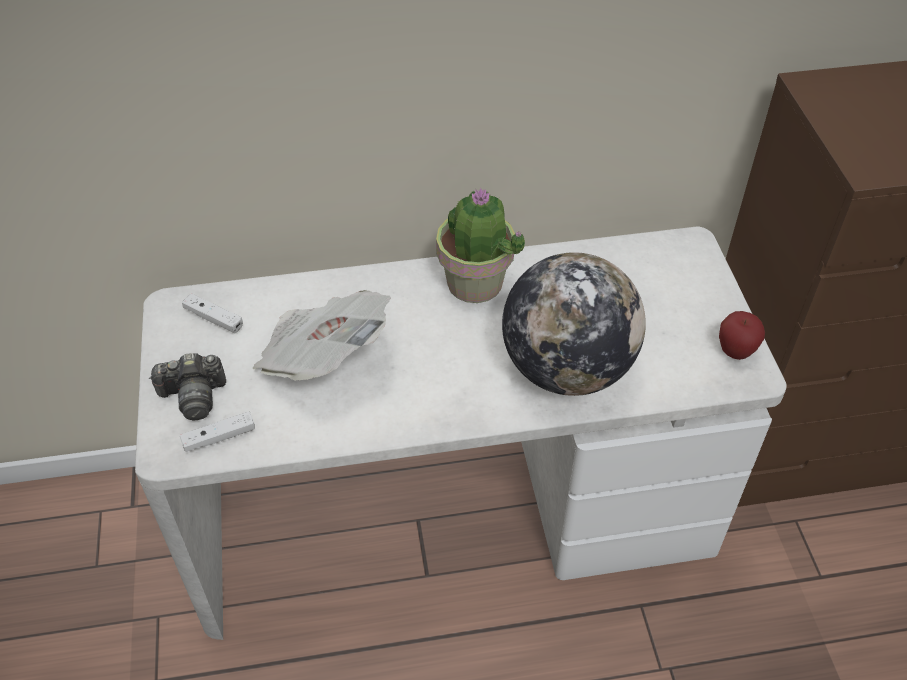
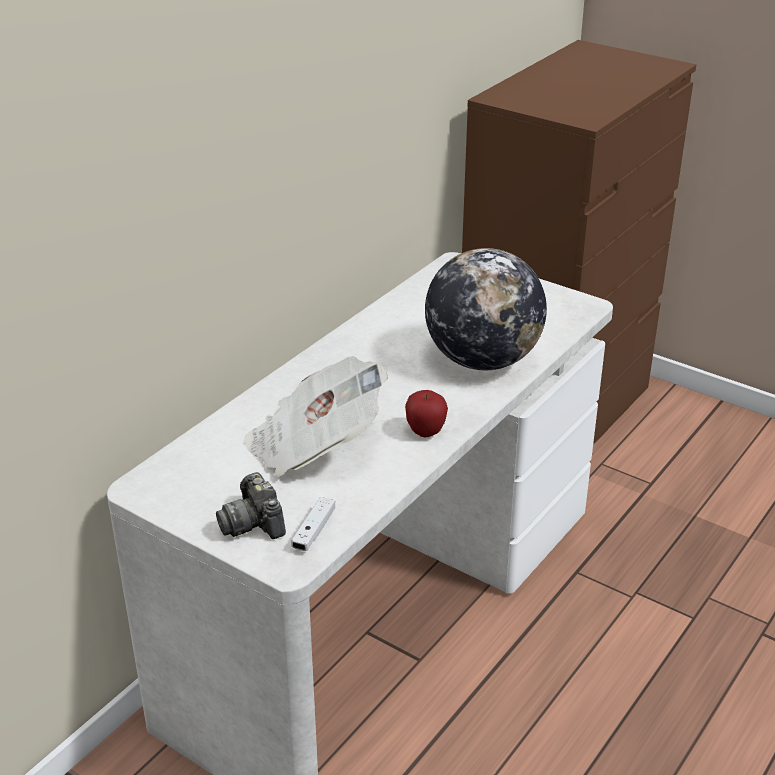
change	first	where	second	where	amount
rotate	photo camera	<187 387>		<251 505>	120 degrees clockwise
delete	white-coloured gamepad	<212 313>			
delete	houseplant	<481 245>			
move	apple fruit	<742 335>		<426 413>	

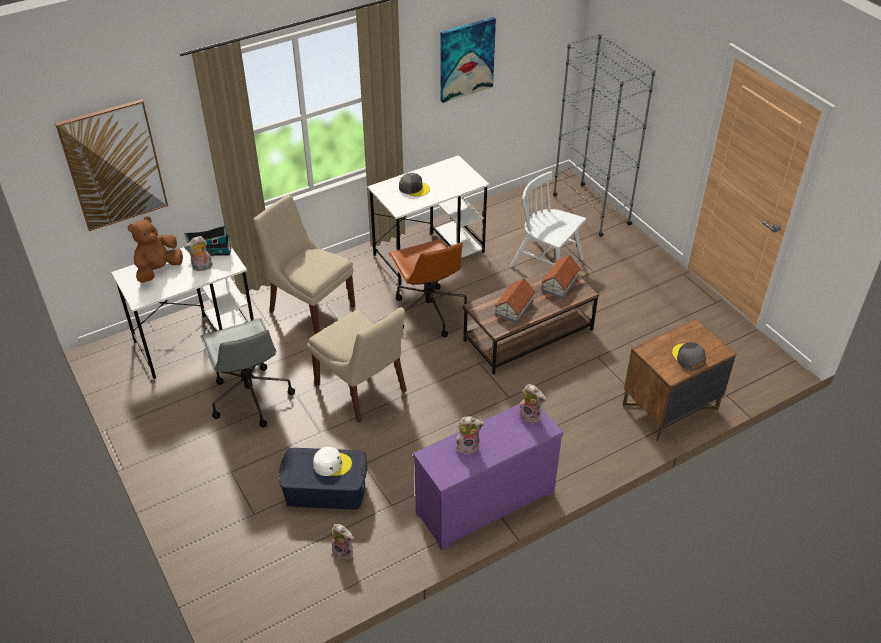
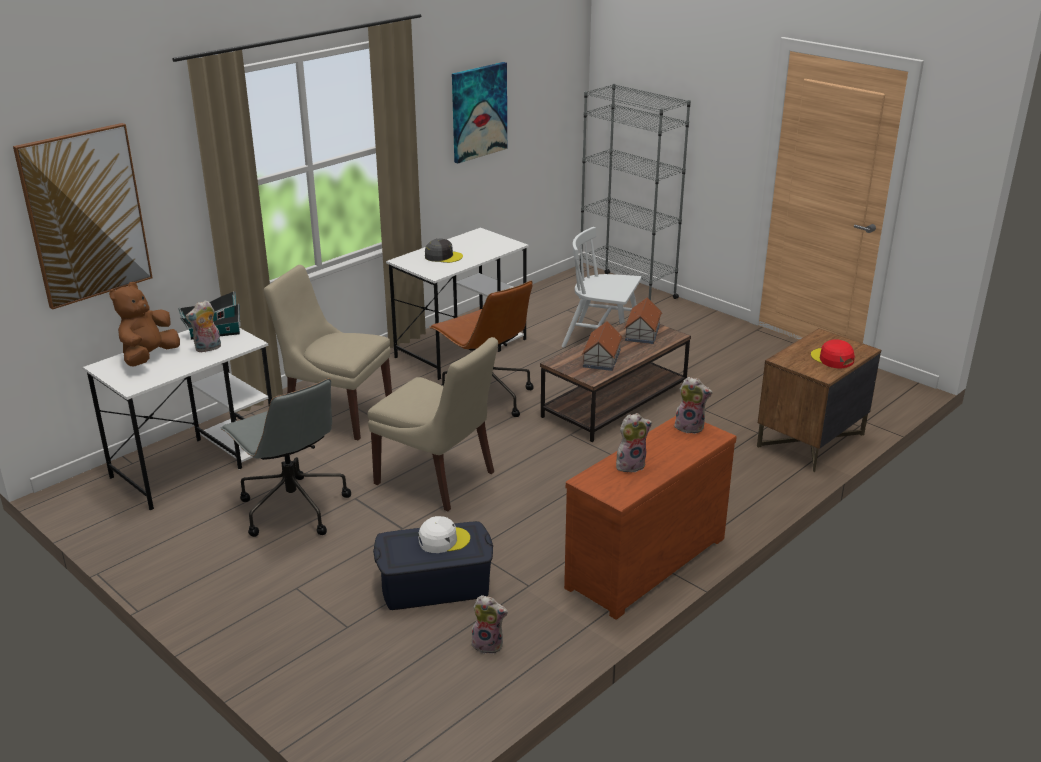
change	first	where	second	where	amount
recolor	purplish dresser	<488 476>	brown dresser	<650 518>	
recolor	grey baseball cap	<689 356>	reddish baseball cap	<833 354>	

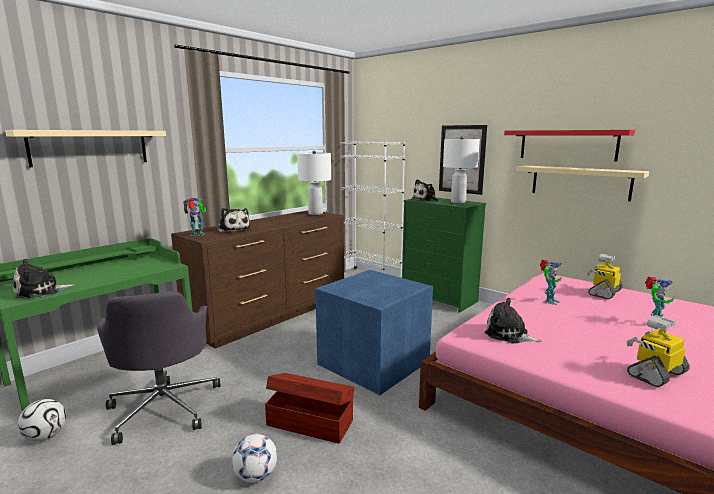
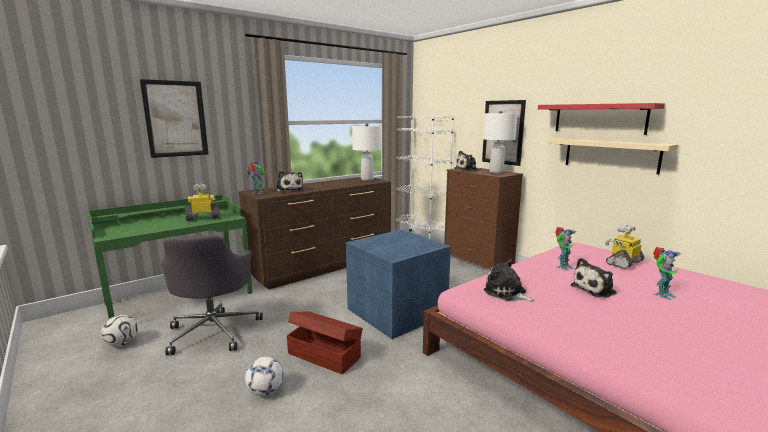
change	first	where	second	where	amount
replace	sand-coloured wall shelf	<85 148>	picture	<174 118>	
move	cuddly toy	<44 278>		<594 278>	
recolor	greenish dresser	<444 255>	brown dresser	<483 219>	
move	toy robot	<658 351>		<202 202>	

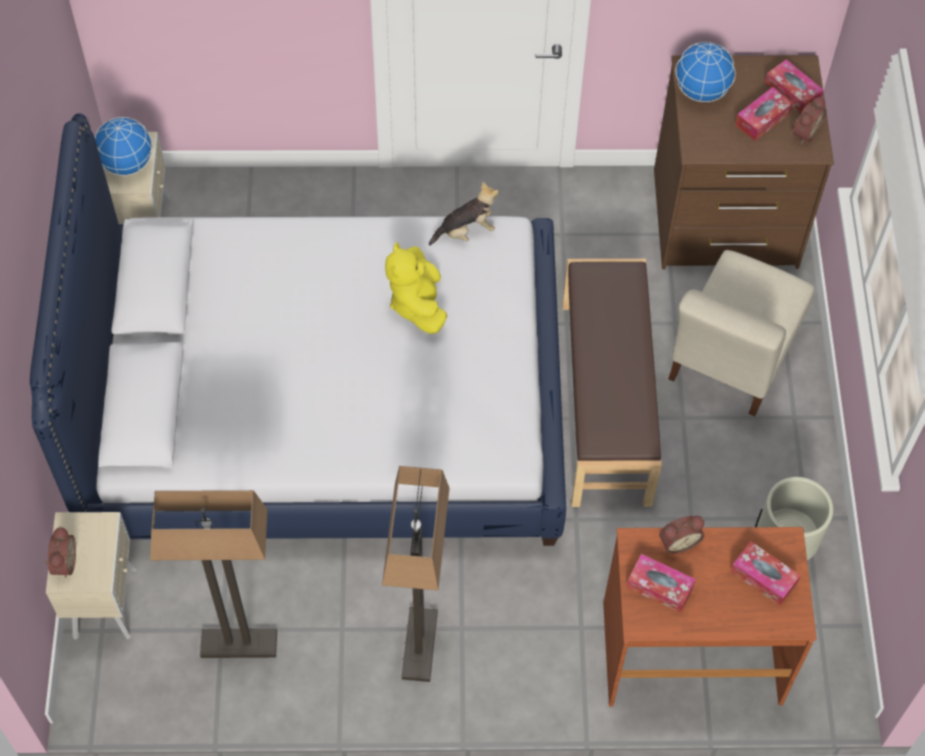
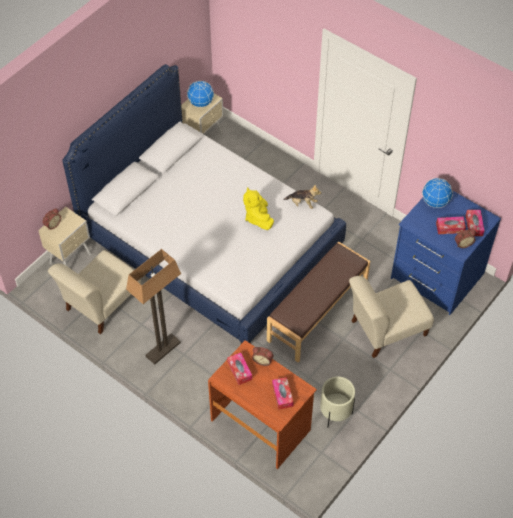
change	first	where	second	where	amount
replace	standard lamp	<213 574>	sand-coloured chair	<94 292>	
rotate	yellow cuddly toy	<416 288>		<258 209>	45 degrees counterclockwise
recolor	brown dresser	<744 162>	blue-coloured dresser	<446 252>	

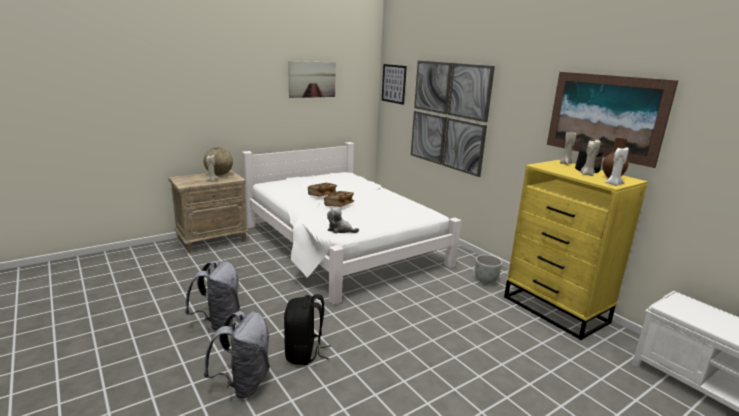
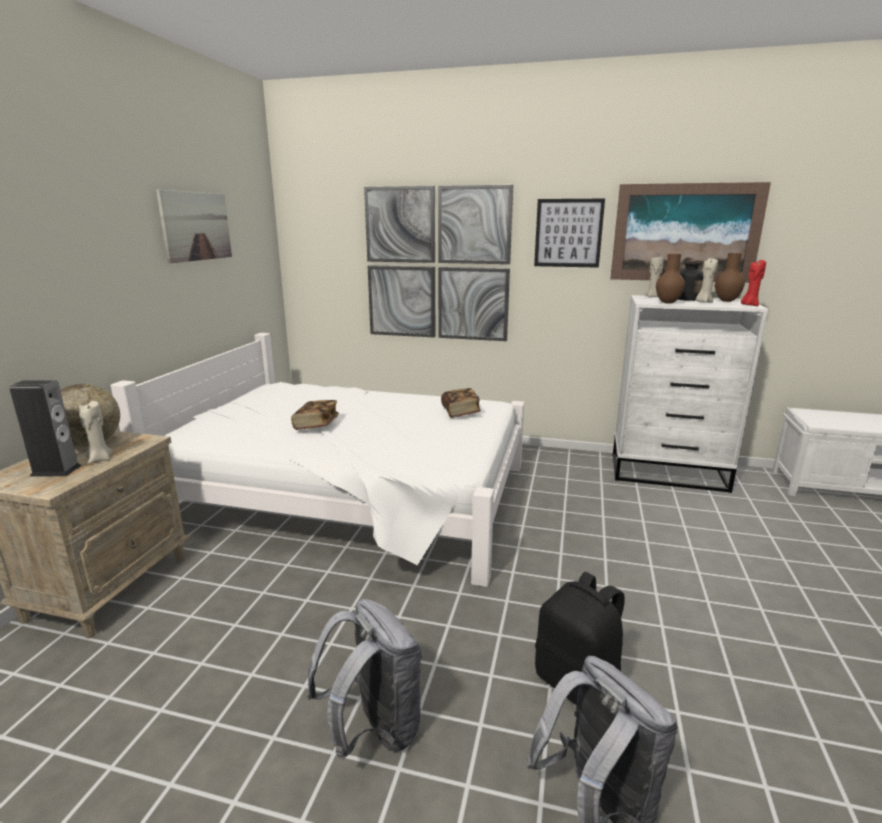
change	first	where	second	where	amount
move	volume	<339 199>		<461 403>	
delete	cuddly toy	<343 220>			
move	picture	<394 84>		<569 233>	
delete	grey planter	<488 269>			
recolor	yellow dresser	<576 250>	white-coloured dresser	<690 394>	
recolor	white-coloured wax light	<617 166>	reddish wax light	<753 283>	
insert			audio speaker	<45 428>	
insert			brown flower vase	<670 279>	

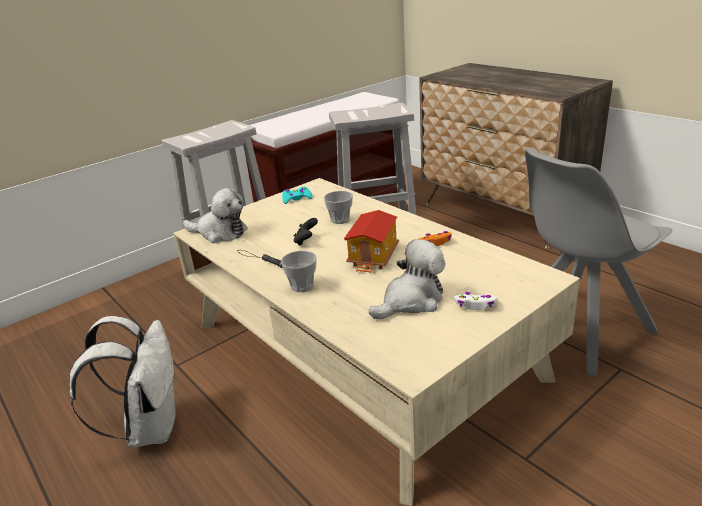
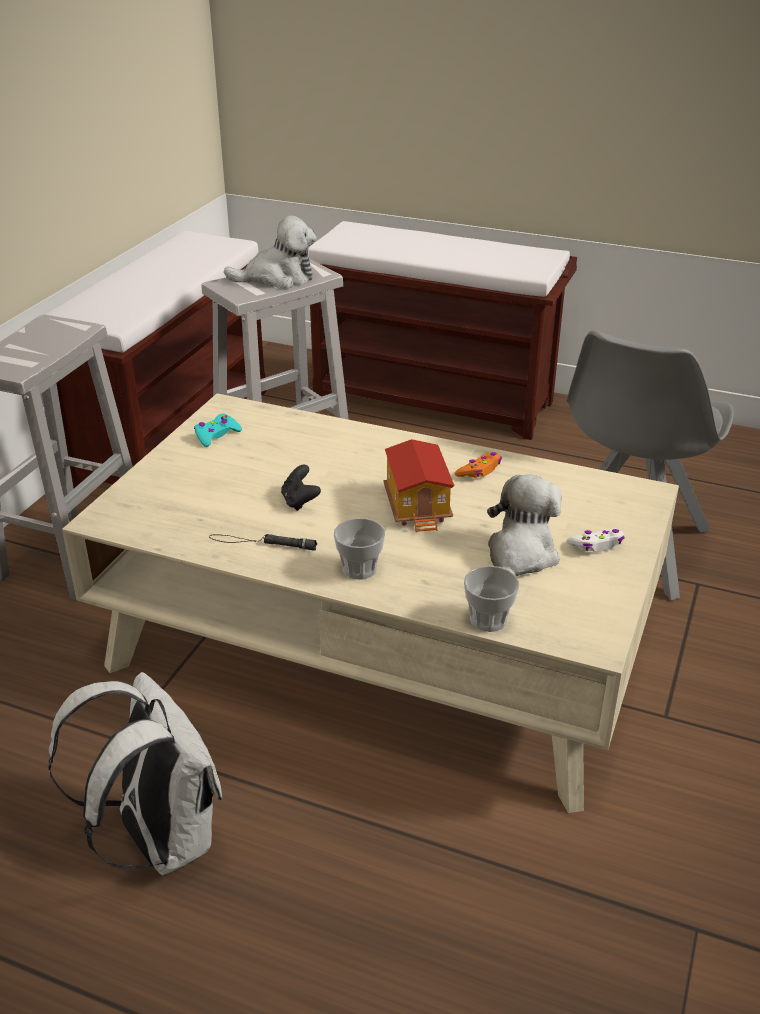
change	first	where	second	where	amount
move	cuddly toy	<215 215>		<270 252>	
move	cup	<338 207>		<492 599>	
replace	dresser	<516 156>	brown indoor bench	<442 330>	

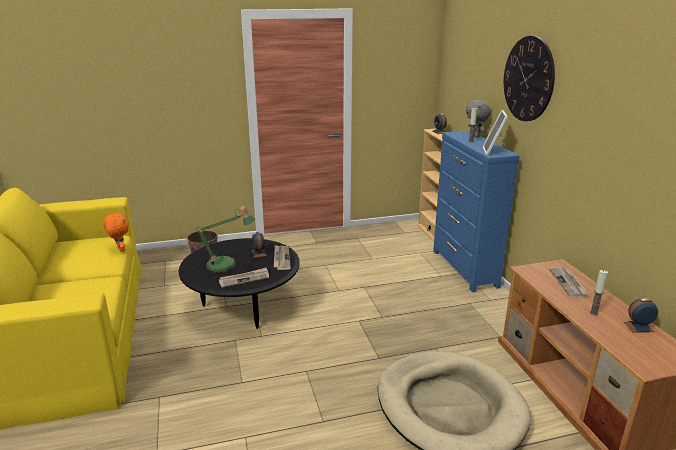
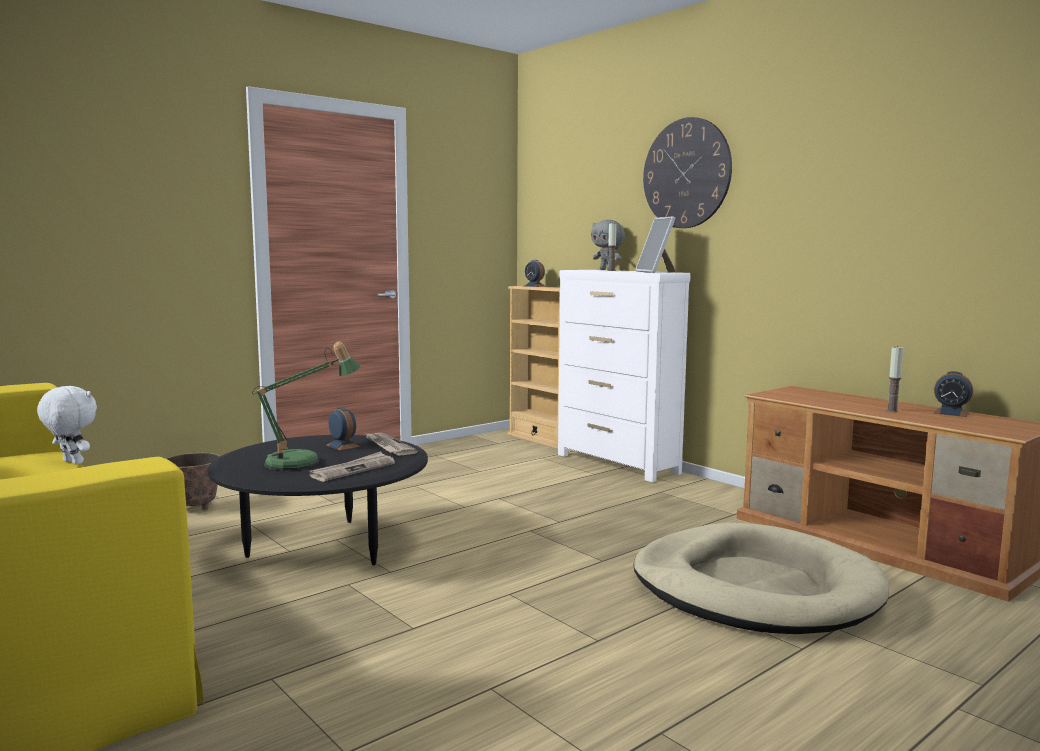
change	first	where	second	where	amount
recolor	orange-coloured cuddly toy	<116 232>	white-coloured cuddly toy	<67 425>	
recolor	blue-coloured dresser	<476 211>	white-coloured dresser	<624 376>	
delete	printed paper	<569 282>			
rotate	bedside clock	<641 315>		<953 394>	120 degrees counterclockwise

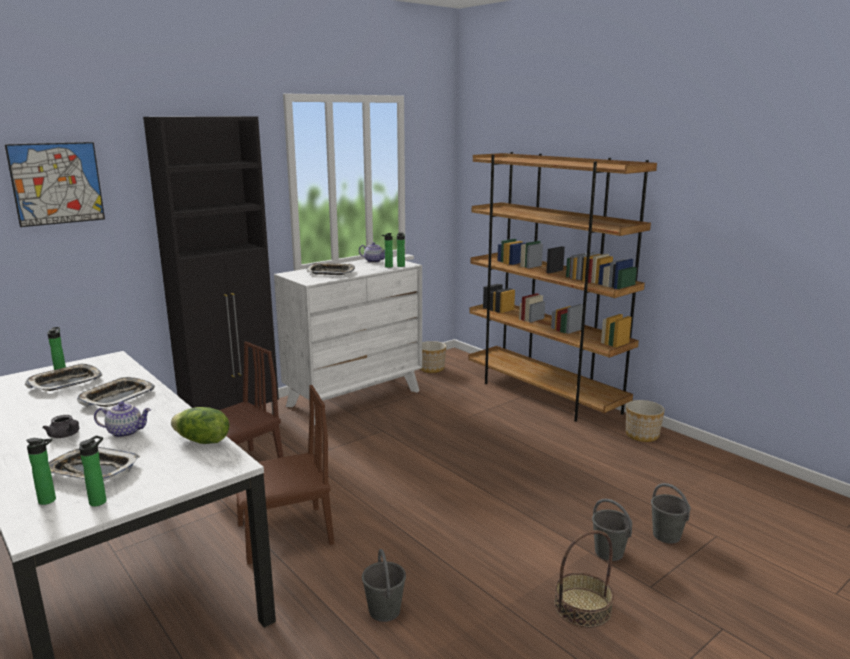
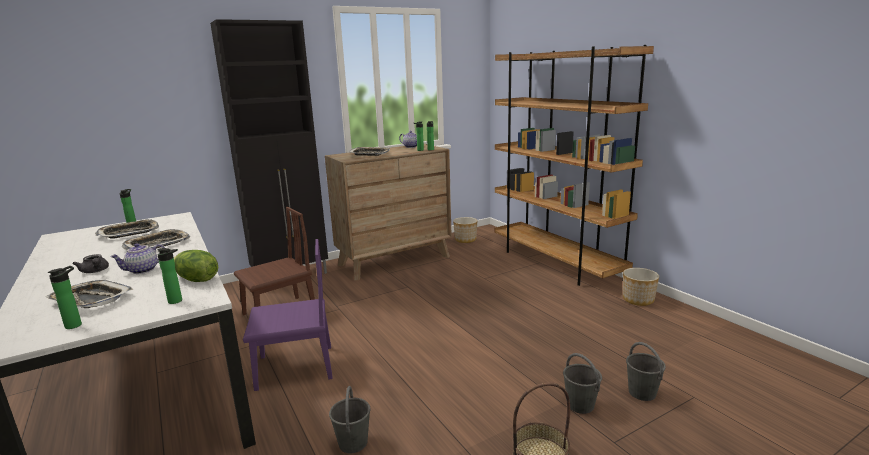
change	first	where	second	where	amount
delete	picture	<55 184>			
move	beverage bottle	<41 471>		<169 276>	
rotate	tea pot	<122 420>		<137 258>	135 degrees clockwise
recolor	brown chair	<285 474>	purplish chair	<288 315>	
recolor	white-coloured dresser	<348 341>	brown dresser	<388 212>	

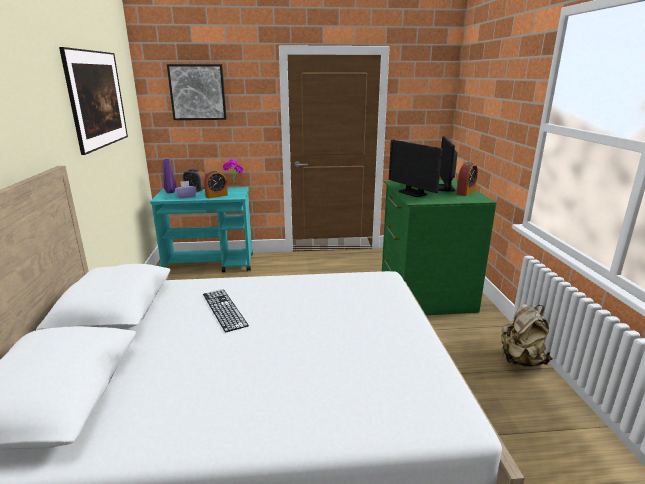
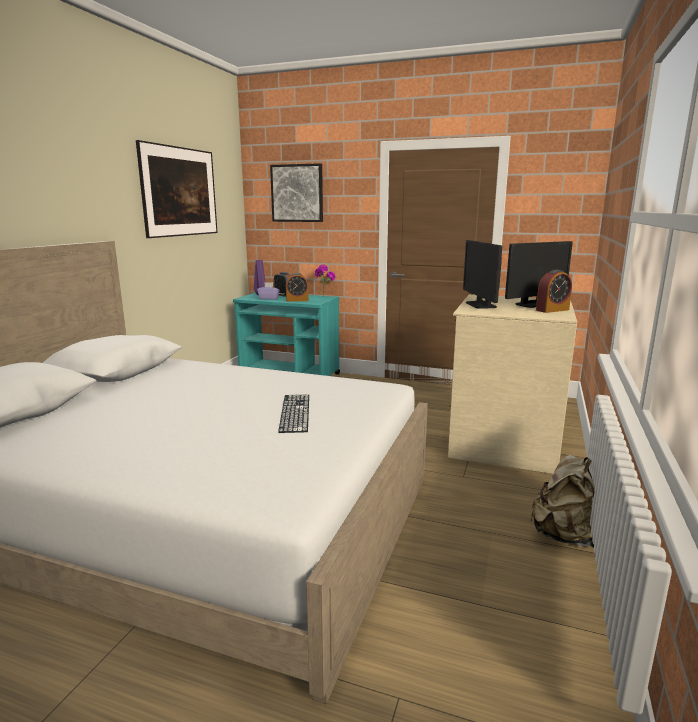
change	first	where	second	where	amount
move	PC keyboard	<226 311>		<293 413>	
recolor	greenish dresser	<439 247>	sand-coloured dresser	<512 384>	
rotate	computer display	<448 164>		<539 274>	150 degrees counterclockwise

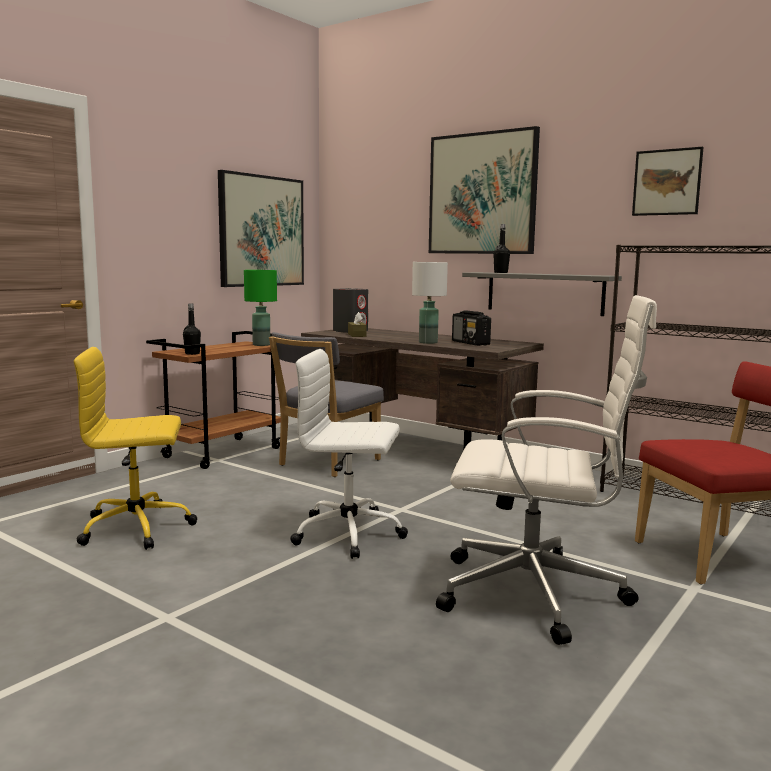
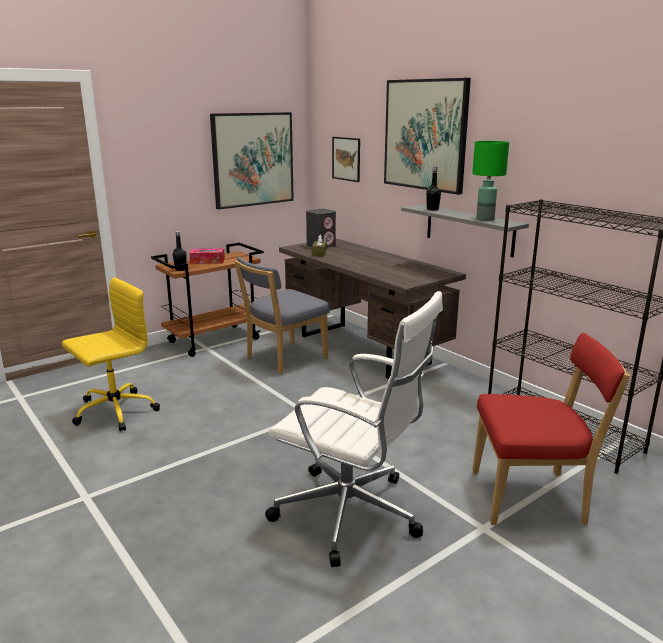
change	first	where	second	where	amount
rotate	yellow desk chair	<135 448>		<111 354>	135 degrees clockwise
move	greenish lamp for a table	<260 308>		<490 181>	
delete	white-coloured desk chair	<349 454>			
delete	white-coloured lamp for a table	<430 303>			
delete	radio	<471 328>			
move	picture	<667 181>		<346 159>	
insert			tissue box	<207 256>	

